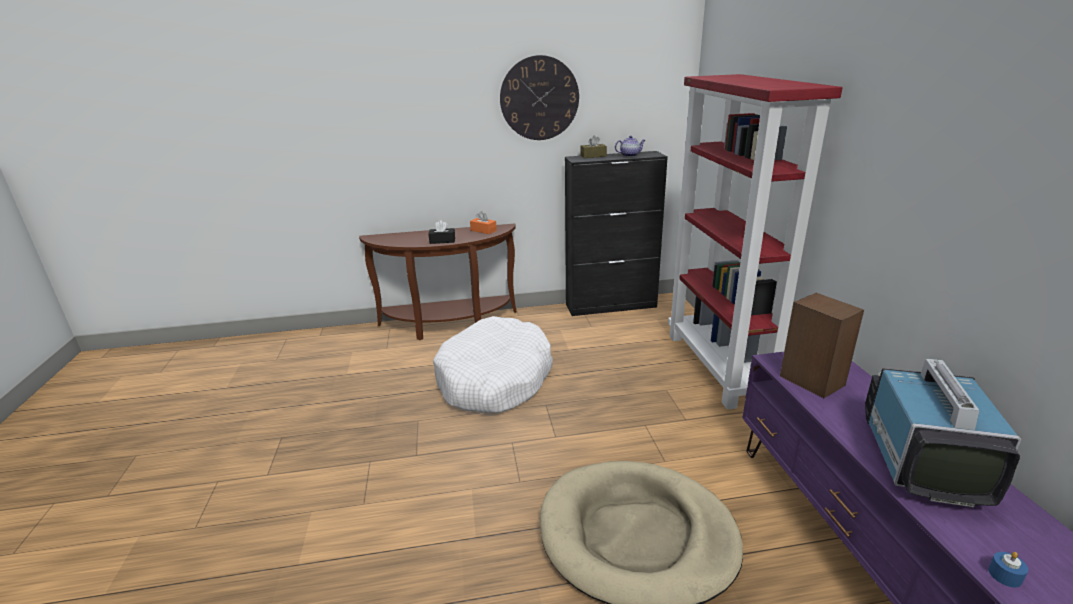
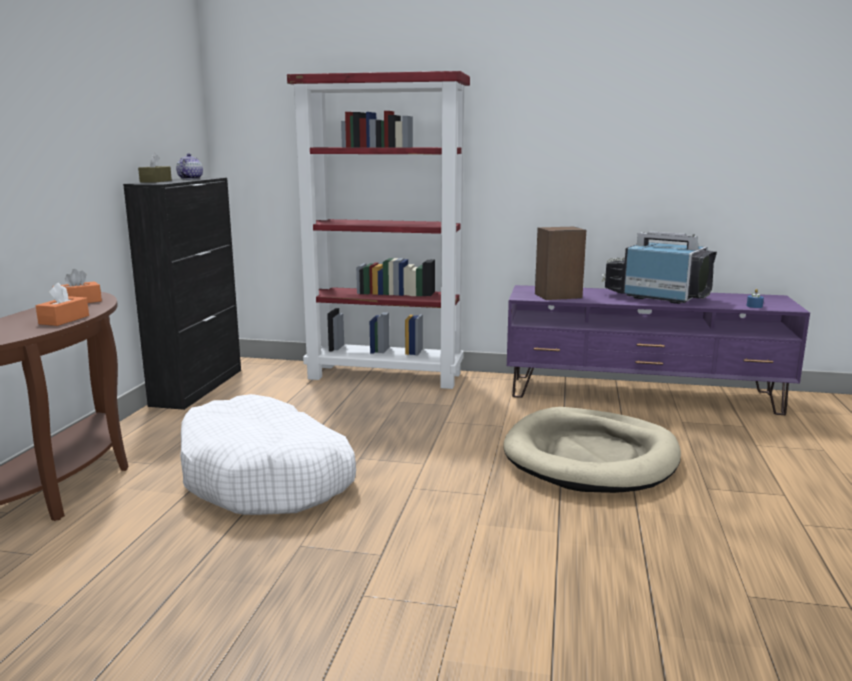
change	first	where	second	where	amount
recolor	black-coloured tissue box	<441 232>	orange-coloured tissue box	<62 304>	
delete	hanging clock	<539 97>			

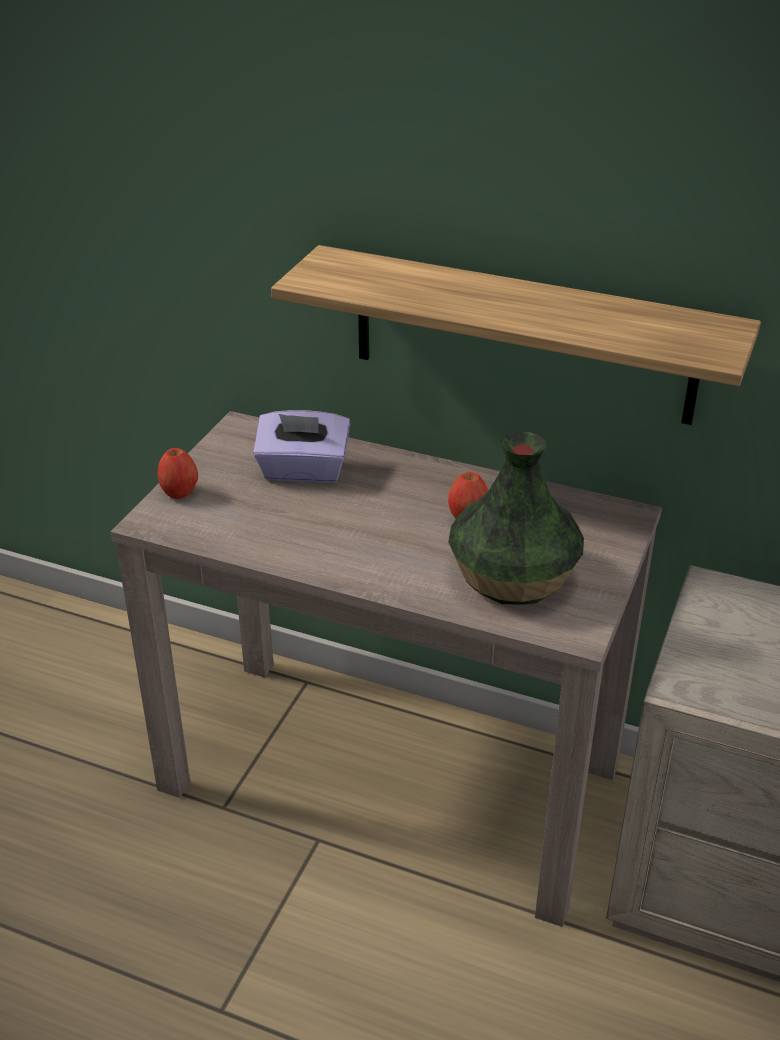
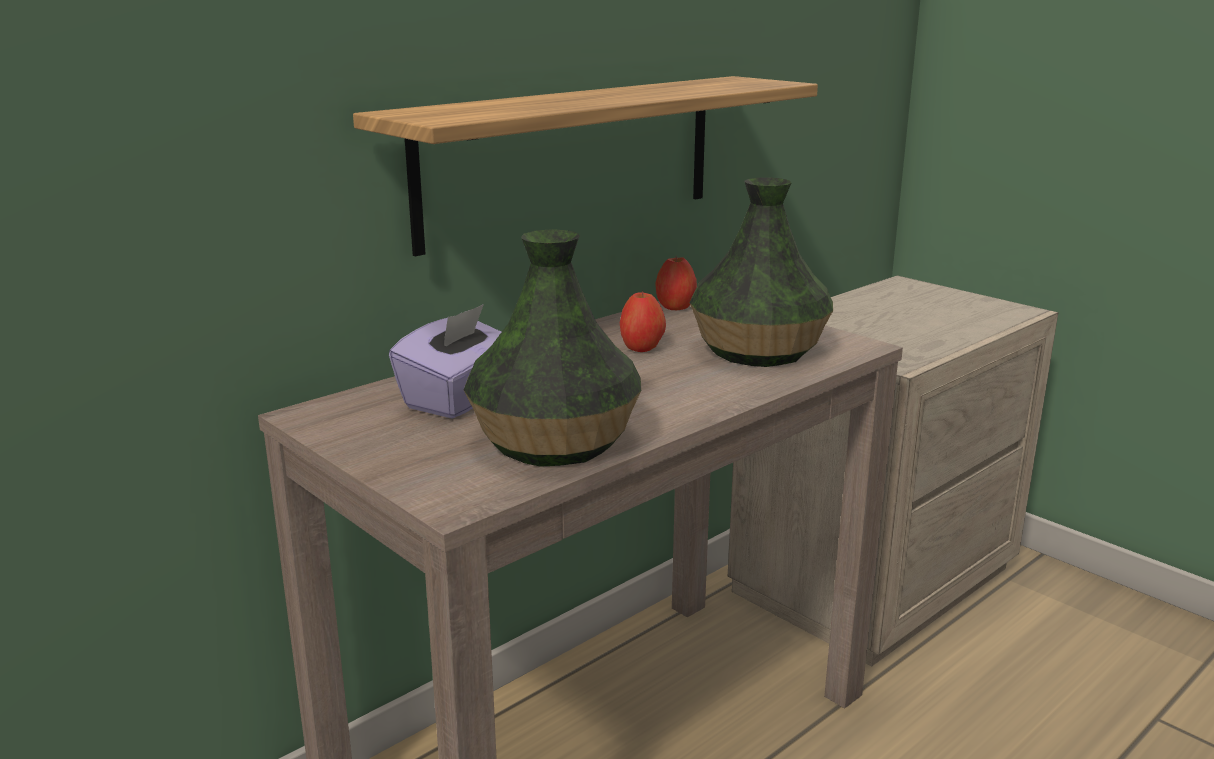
change	first	where	second	where	amount
move	apple fruit	<177 473>		<676 283>	
insert			flower vase	<552 348>	

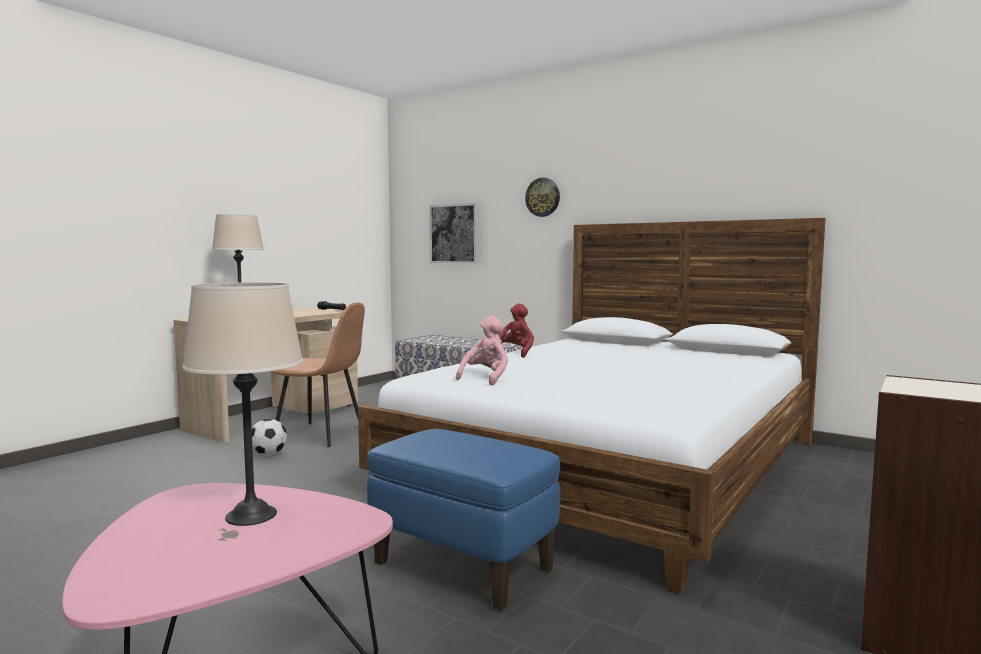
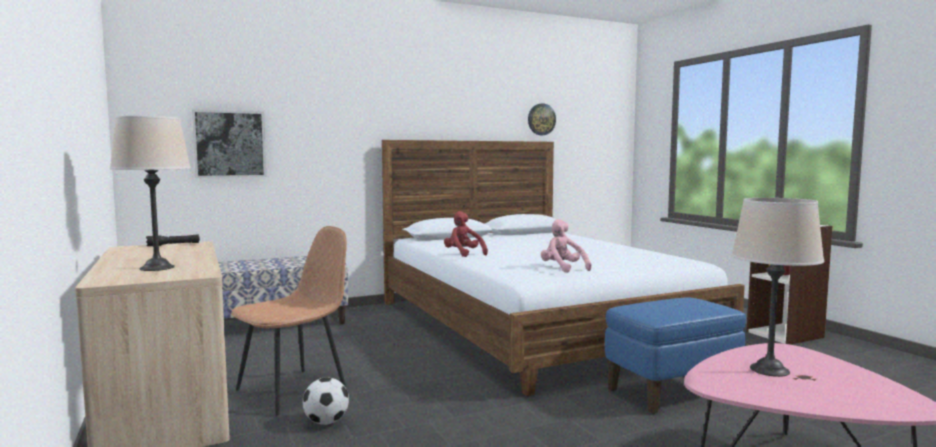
change	first	where	second	where	amount
move	hanging clock	<542 197>		<542 119>	

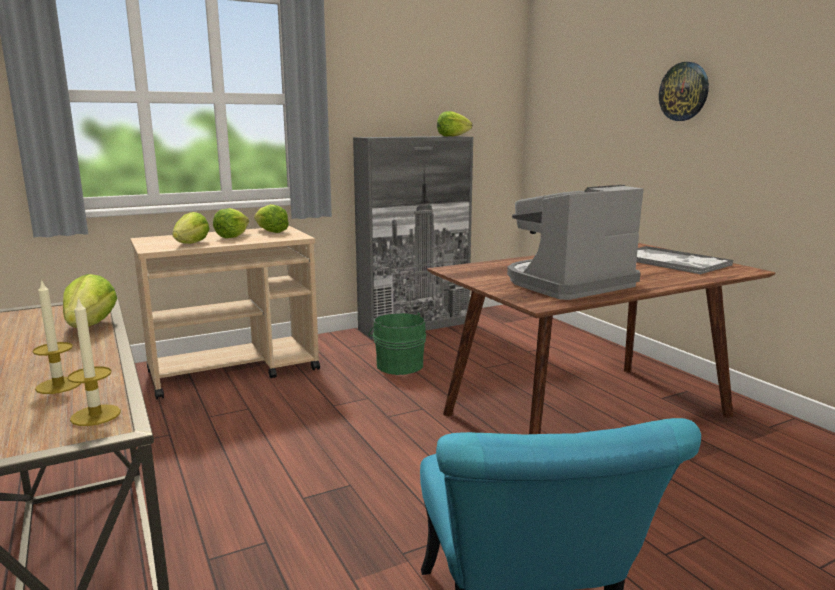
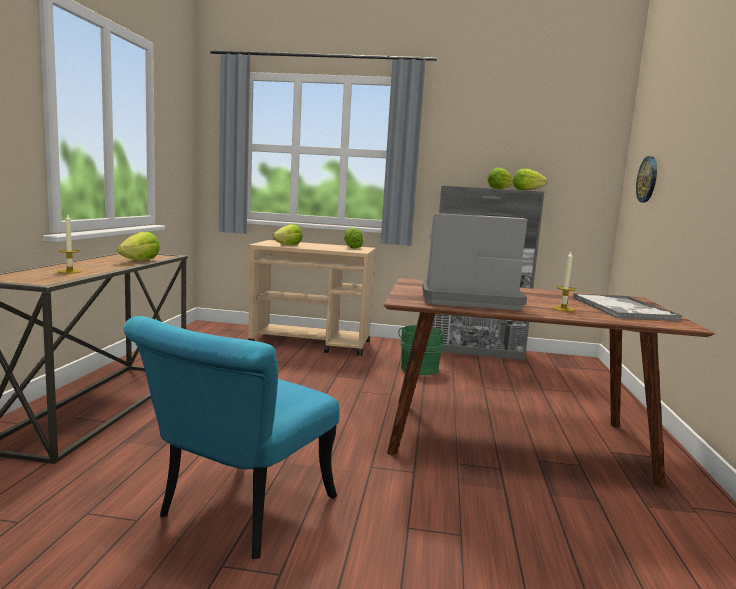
change	first	where	second	where	amount
move	wax light	<94 362>		<564 282>	
move	head of lettuce	<231 223>		<501 178>	
move	hanging clock	<684 91>		<646 179>	

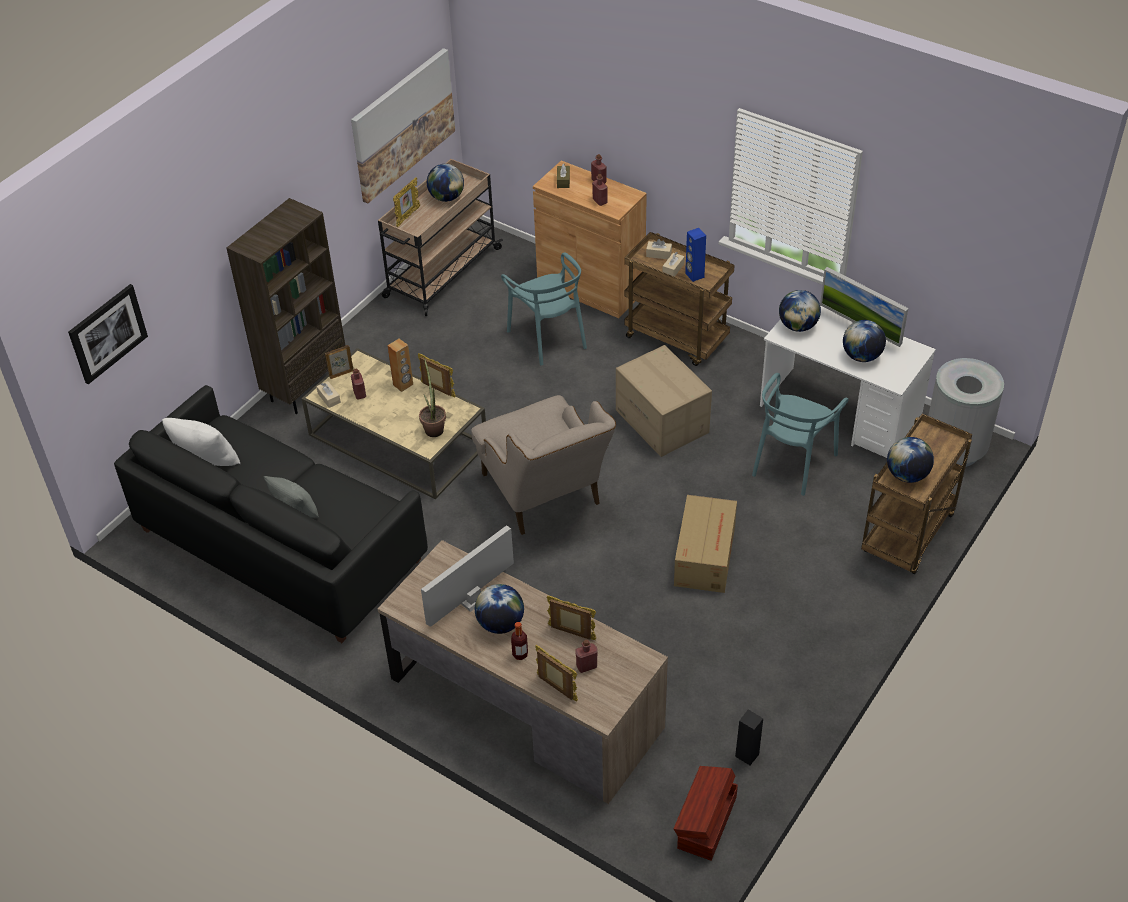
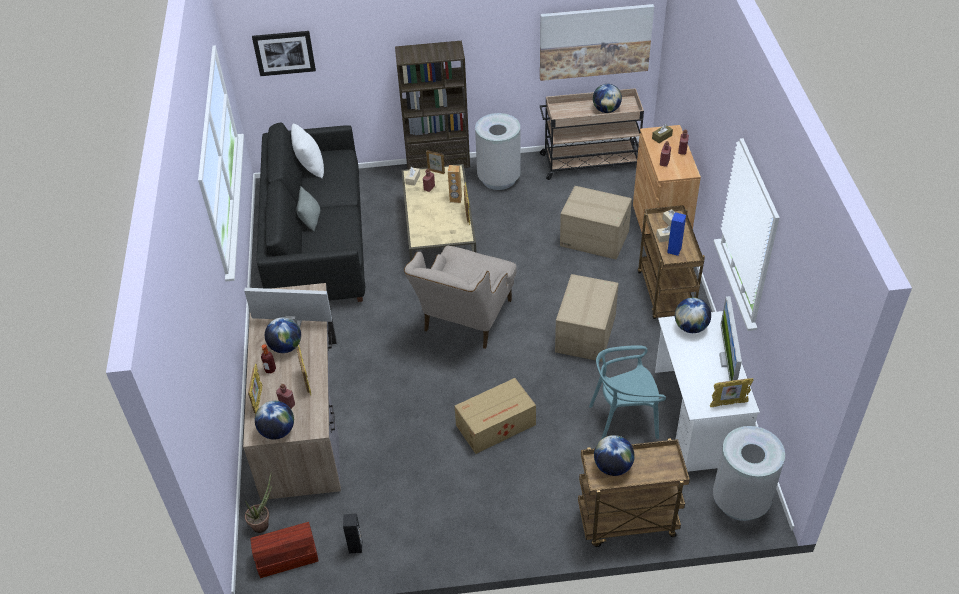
change	first	where	second	where	amount
move	photo frame	<406 202>		<732 392>	
move	houseplant	<432 397>		<258 503>	
replace	turquoise chair	<544 308>	cardboard box	<596 223>	
move	desk globe	<864 341>		<274 420>	
insert			grey rubbish bin	<498 151>	

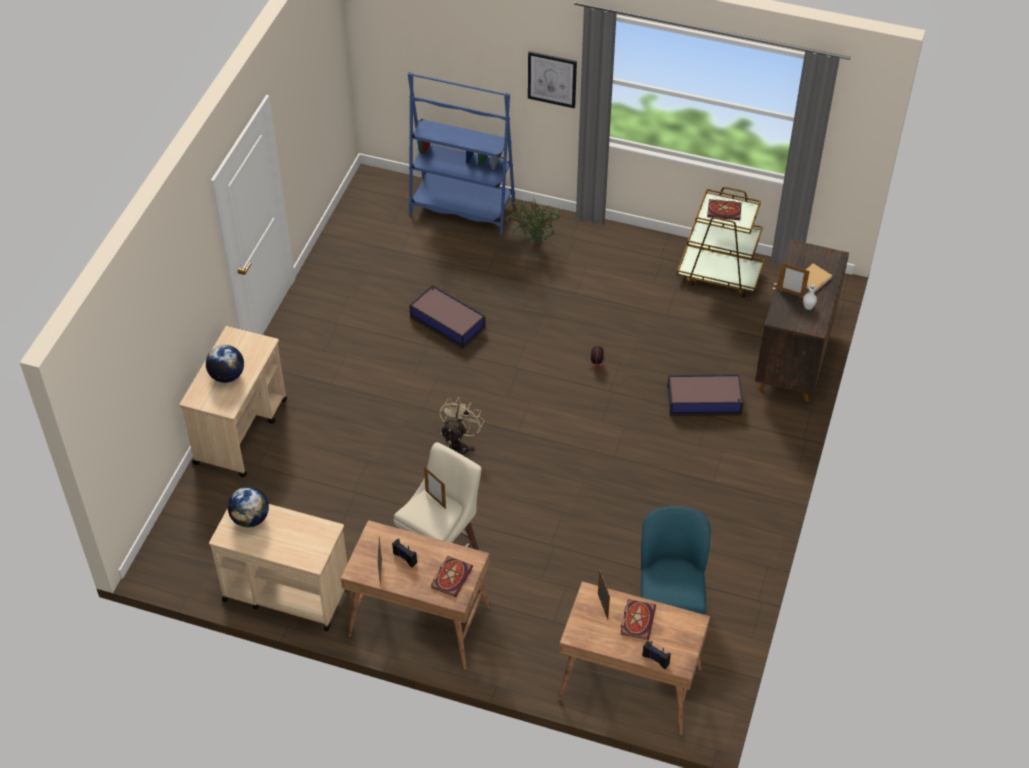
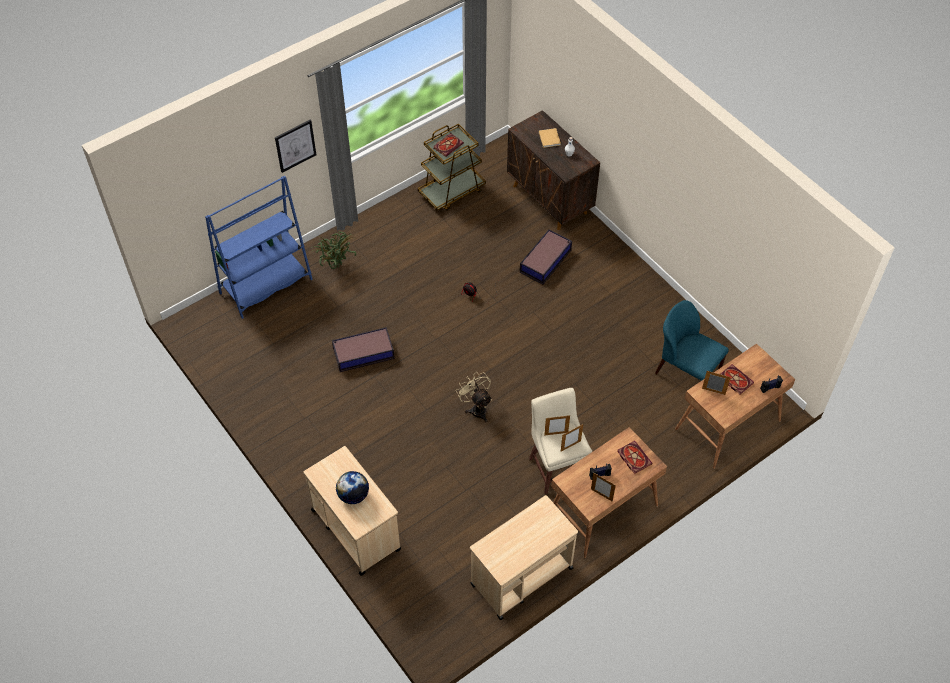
change	first	where	second	where	amount
delete	desk globe	<248 507>			
move	photo frame	<794 280>		<572 438>	

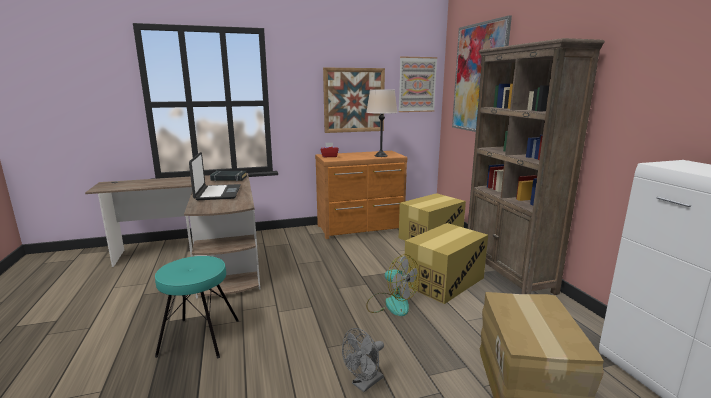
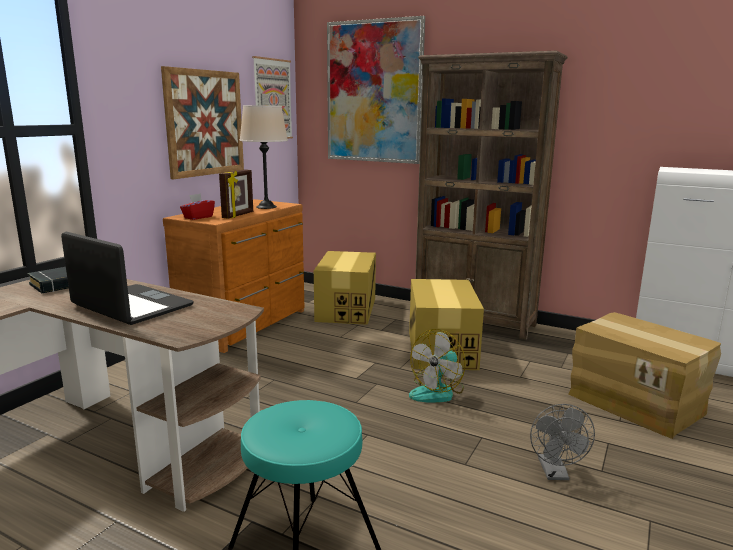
change	first	where	second	where	amount
rotate	cooling fan	<393 285>		<437 366>	135 degrees clockwise
insert			photo frame	<236 193>	

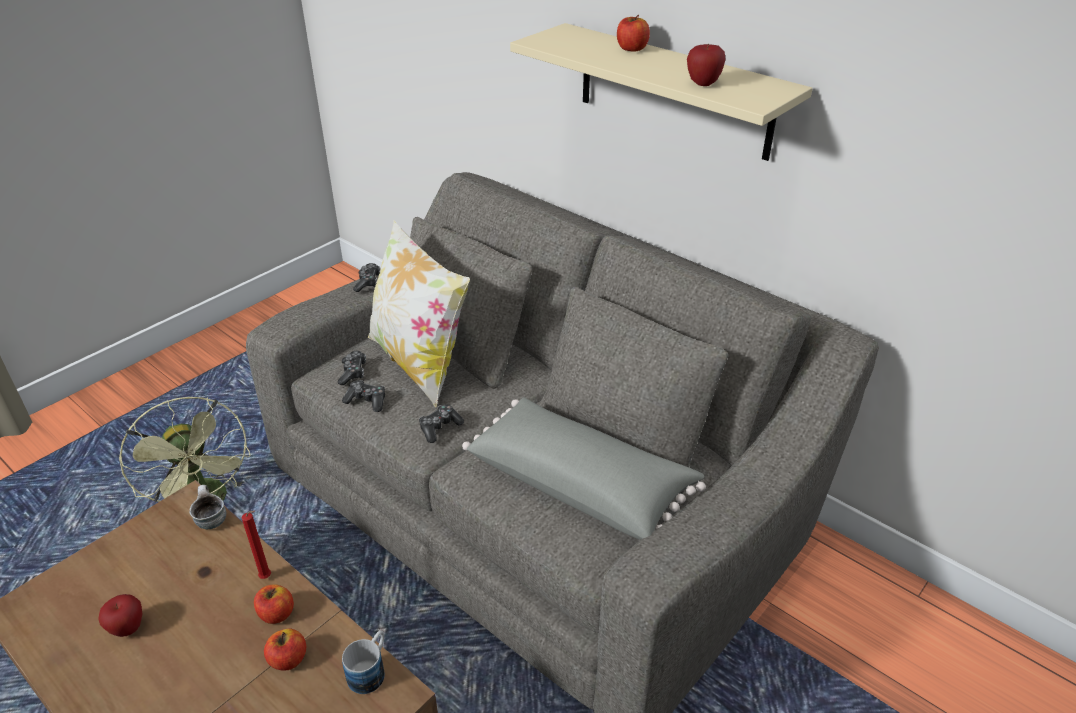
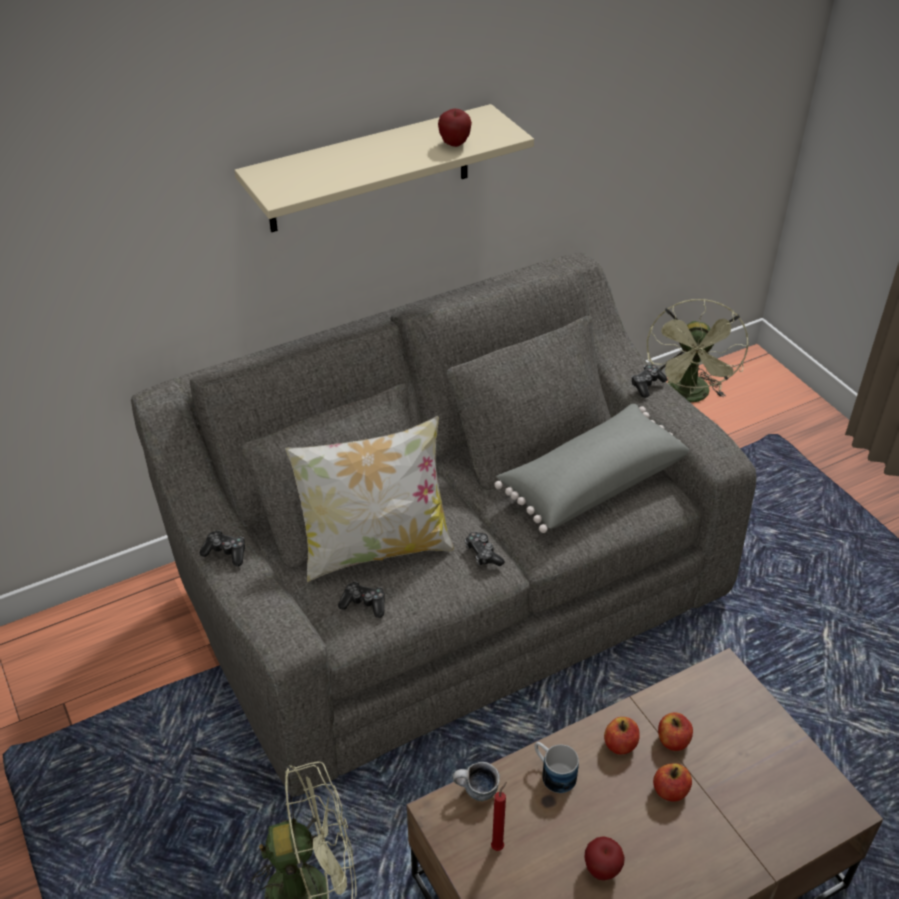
change	first	where	second	where	amount
move	reddish wax light	<256 545>		<499 816>	
move	gamepad	<363 396>		<649 381>	
move	mug	<363 662>		<557 767>	
move	apple fruit	<633 33>		<672 782>	
insert			greenish cooling fan	<698 350>	

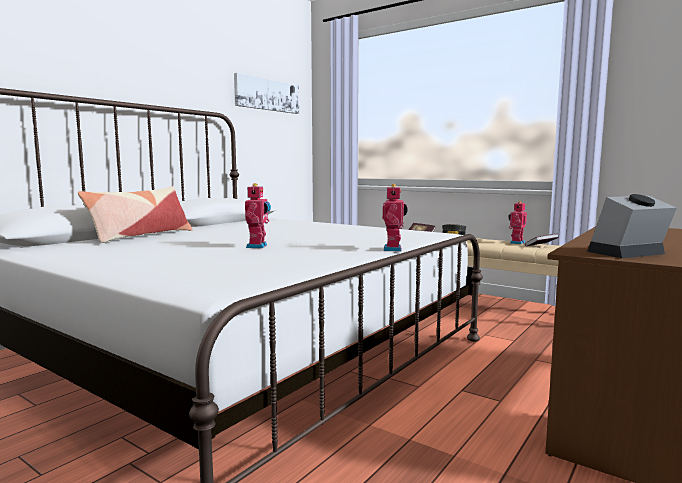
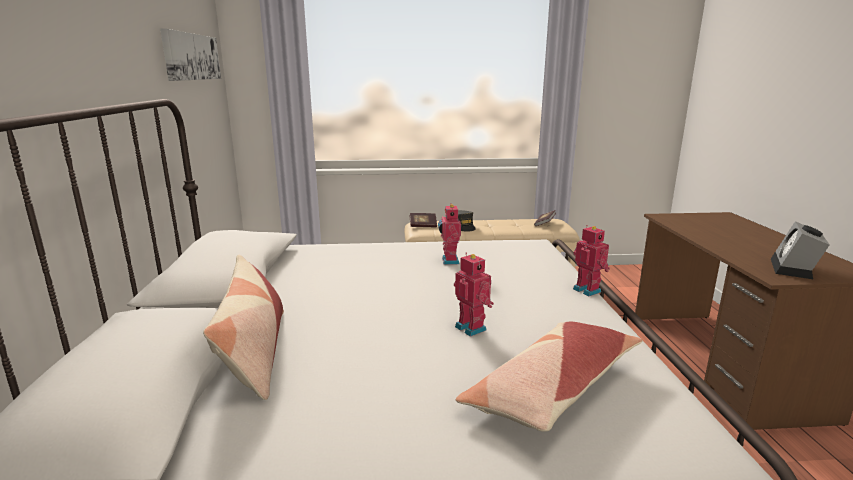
change	first	where	second	where	amount
move	toy robot	<517 222>		<449 234>	
insert			cushion	<549 377>	

